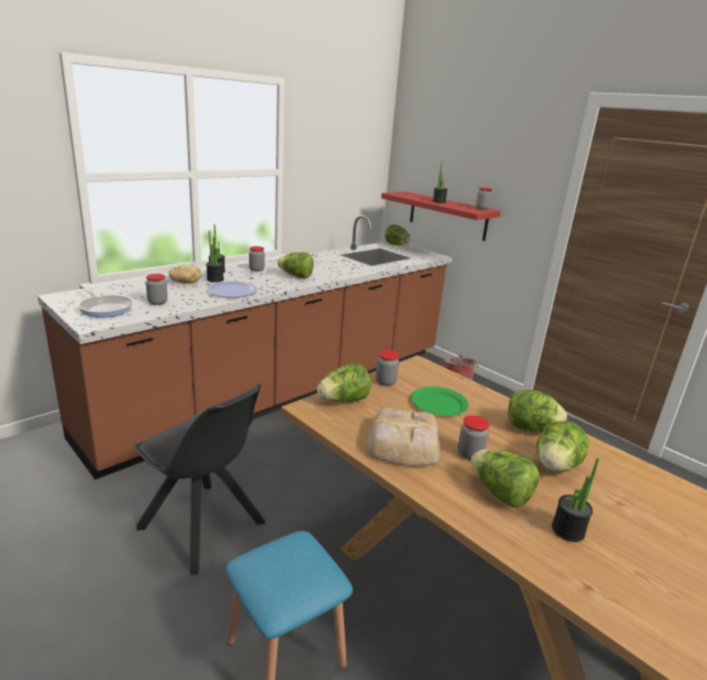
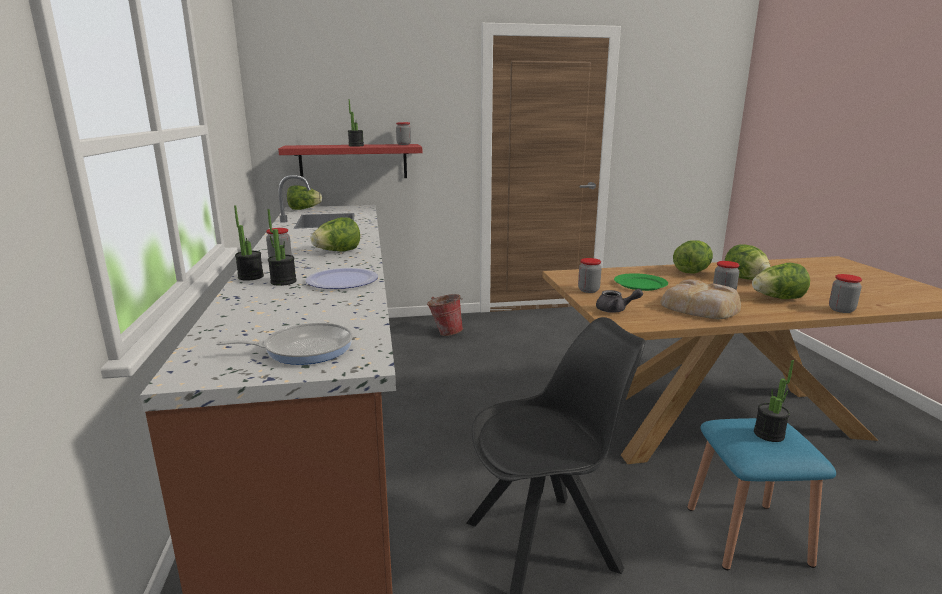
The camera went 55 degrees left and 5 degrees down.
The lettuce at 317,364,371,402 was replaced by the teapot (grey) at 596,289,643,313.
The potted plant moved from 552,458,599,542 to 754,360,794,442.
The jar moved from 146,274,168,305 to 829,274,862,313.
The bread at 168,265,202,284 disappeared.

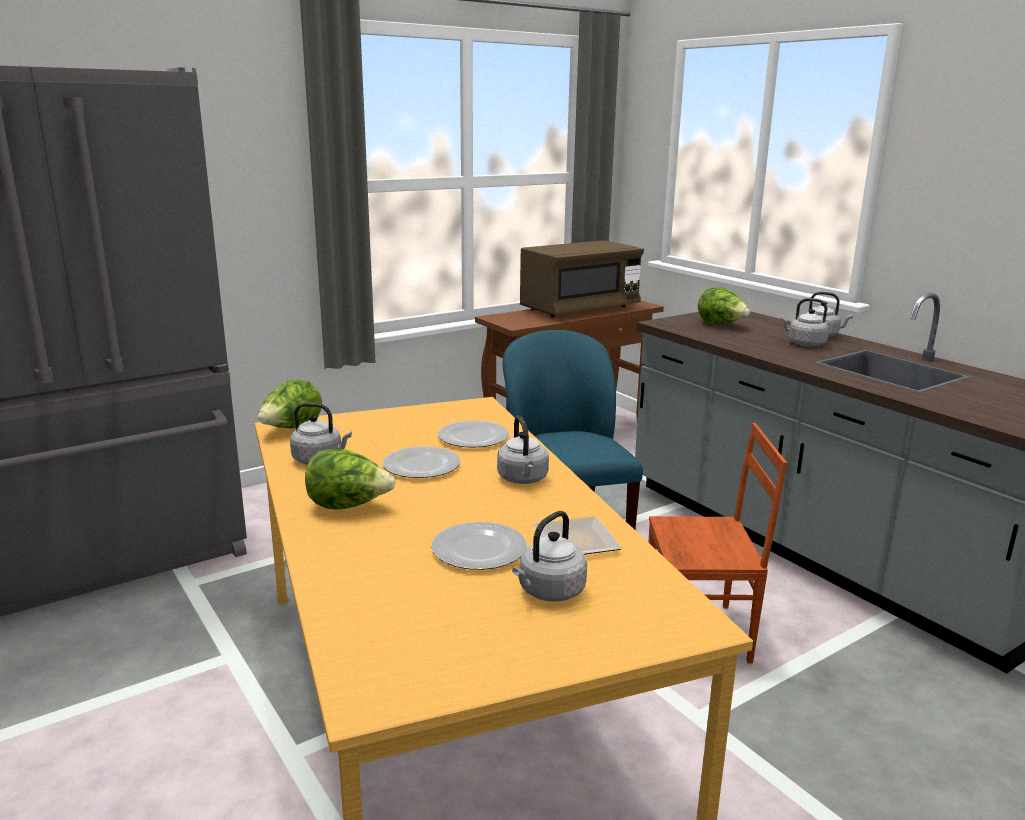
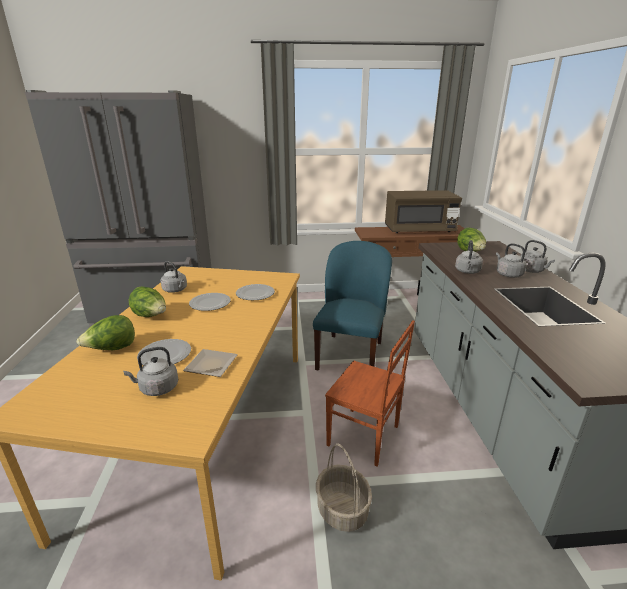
The camera went 30 degrees right and 5 degrees up.
The lettuce moved from 257,379,322,428 to 77,315,135,350.
The basket at 316,443,372,532 appeared.
The kettle (grey) moved from 497,416,549,484 to 455,240,483,274.

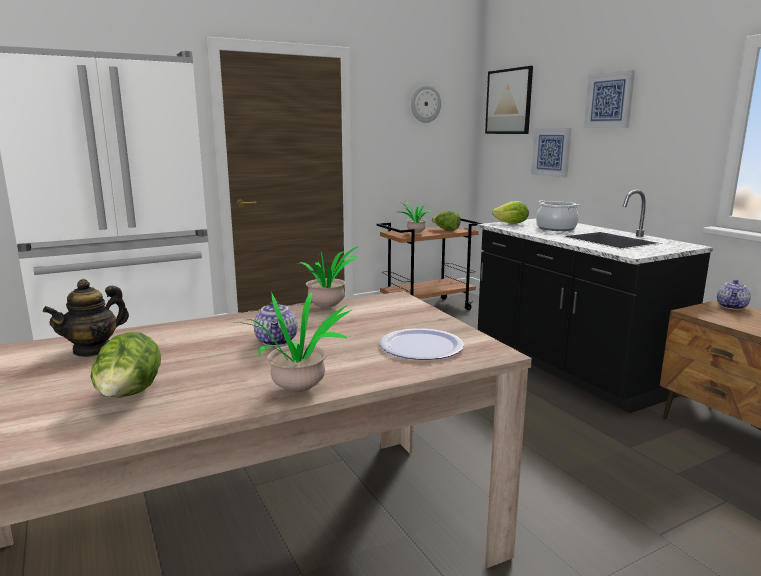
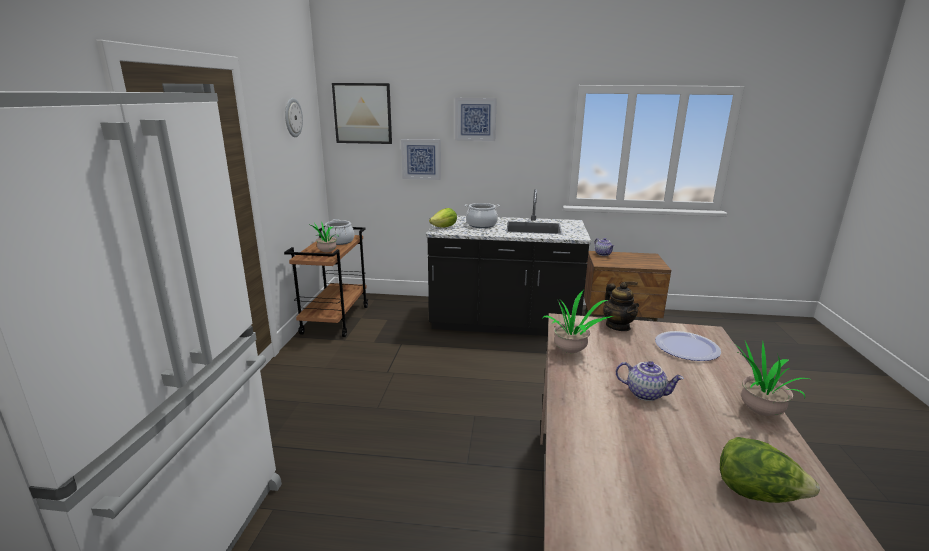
The camera went 55 degrees left and 5 degrees up.
The lettuce at 432,210,461,231 was replaced by the cooking pot at 323,219,354,245.
The teapot moved from 43,279,129,357 to 603,282,639,331.

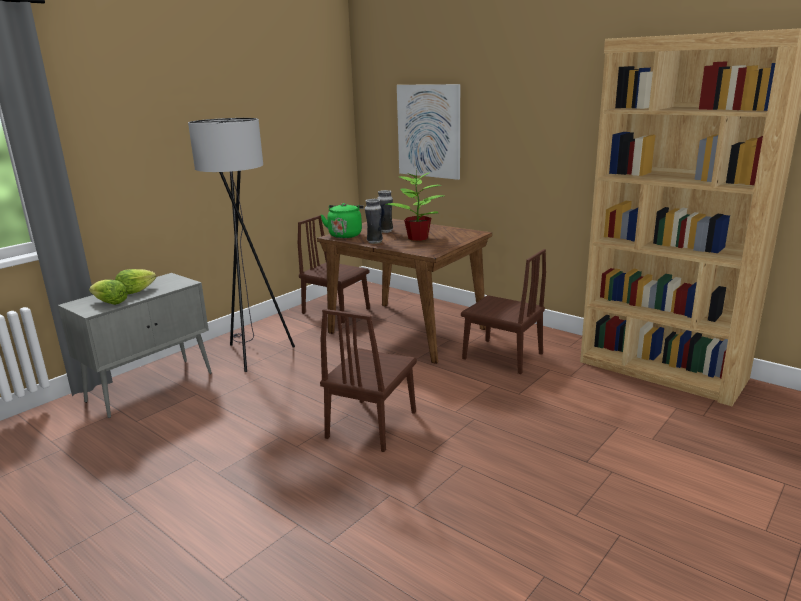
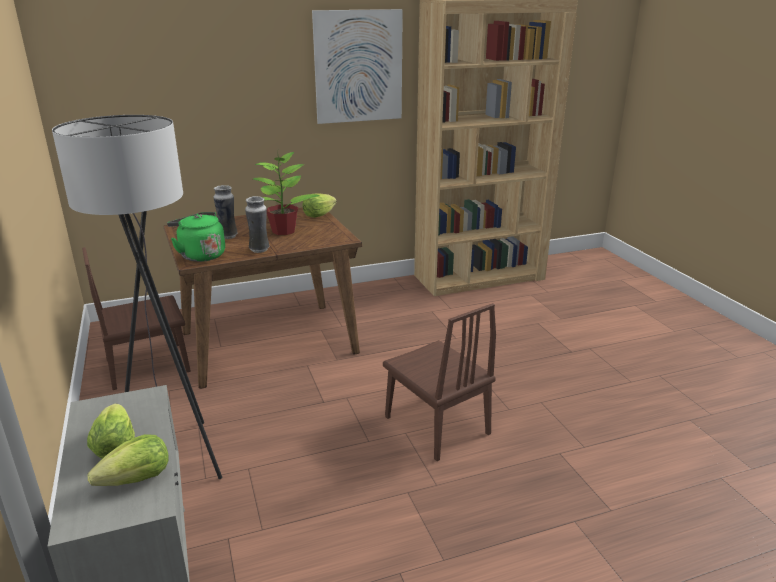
The camera went 60 degrees left and 5 degrees up.
The lettuce at 302,193,337,218 appeared.
The picture moved from 397,84,460,180 to 312,9,403,124.
The chair (brown) at 461,249,546,374 disappeared.

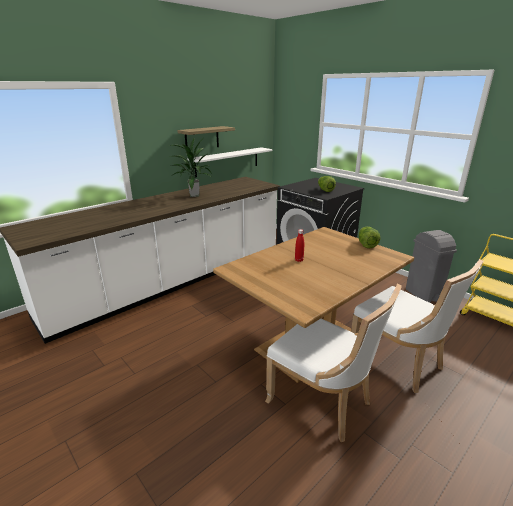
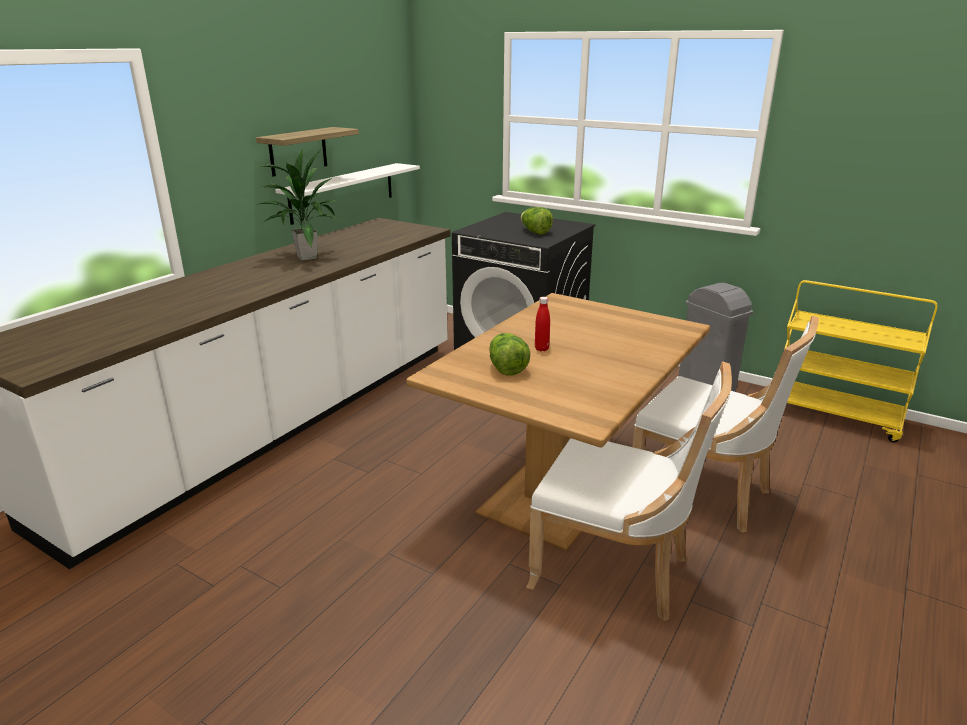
The camera went 15 degrees left and 0 degrees up.
The lettuce moved from 359,227,381,248 to 489,333,530,376.

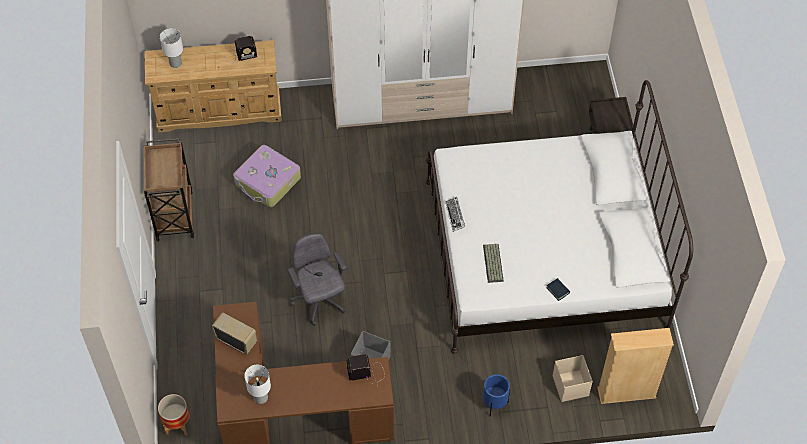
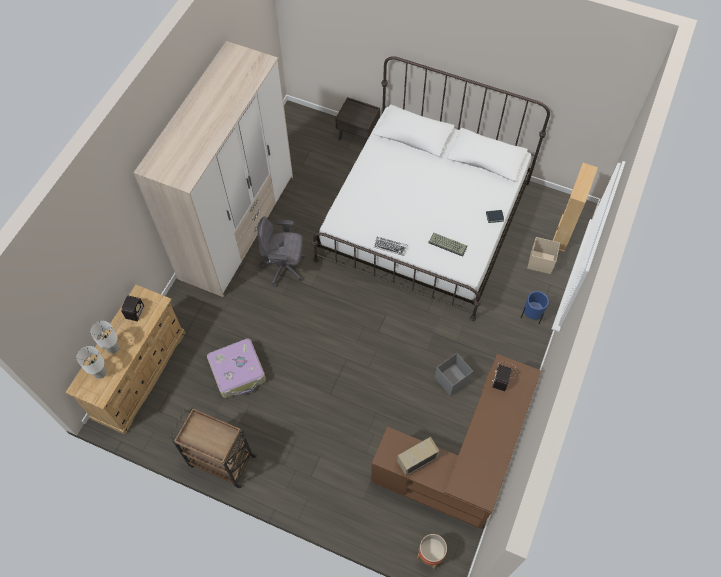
The camera went 60 degrees left and 5 degrees up.
The table lamp (white) moved from 244,365,271,404 to 90,321,119,354.
The office chair (grey) moved from 288,233,347,326 to 258,216,305,287.

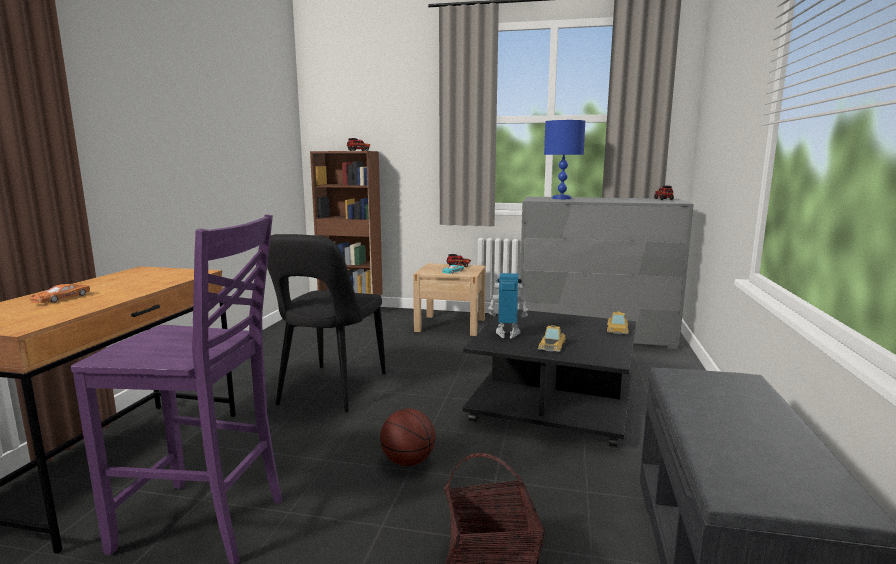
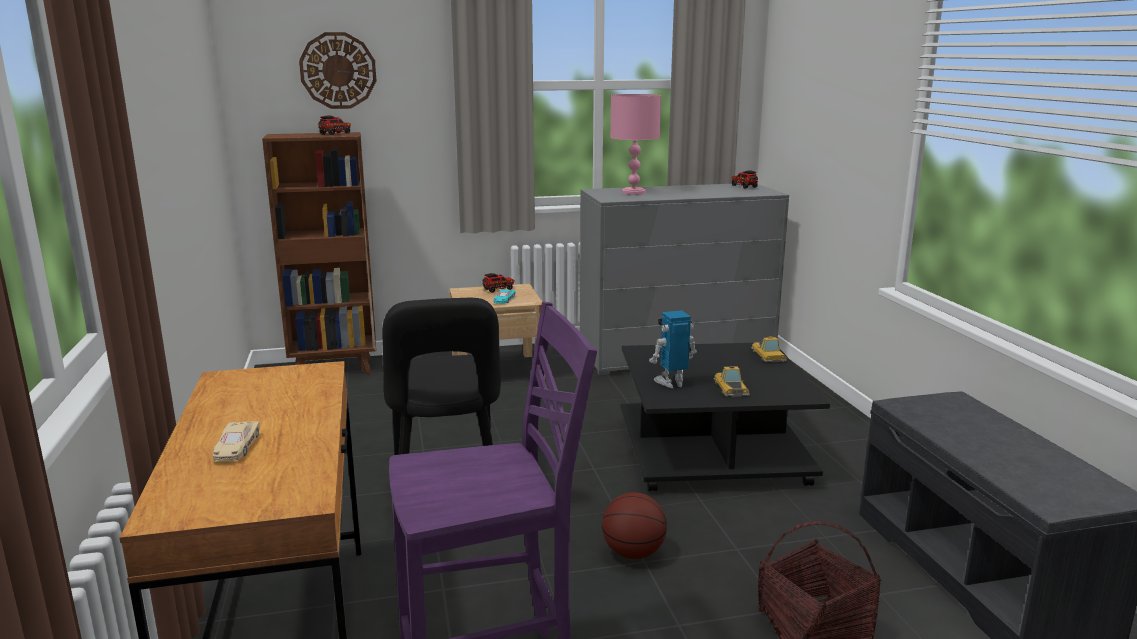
The camera went 25 degrees left and 5 degrees up.
The toy car (orange) at 30,284,90,303 became the toy car (beige) at 213,421,260,462.
The wall clock at 299,32,376,109 appeared.
The table lamp (blue) at 544,120,585,199 became the table lamp (pink) at 610,94,661,195.

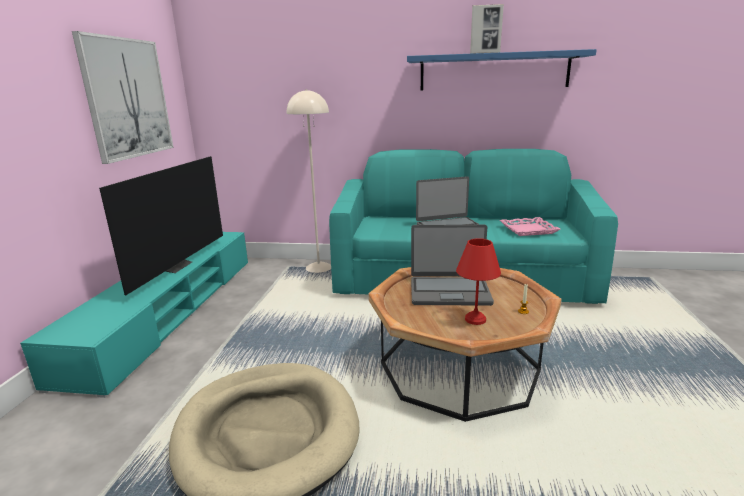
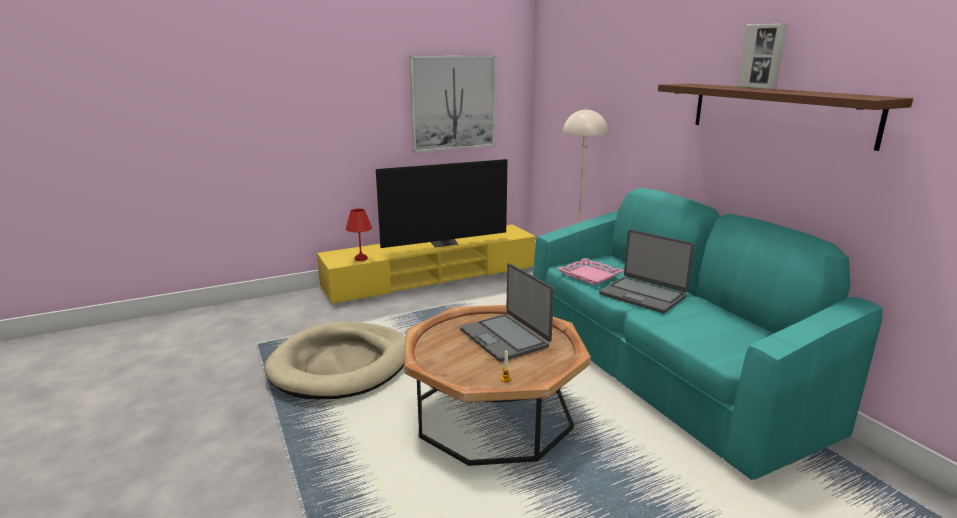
The camera went 55 degrees right and 0 degrees up.
The tv stand (turquoise) at 20,232,248,398 became the tv stand (yellow) at 317,224,535,305.
The table lamp (red) moved from 456,238,501,325 to 346,209,372,261.
The tray (pink) moved from 500,217,560,236 to 557,258,624,285.
The shelf (blue) at 407,49,597,91 became the shelf (brown) at 658,83,913,151.

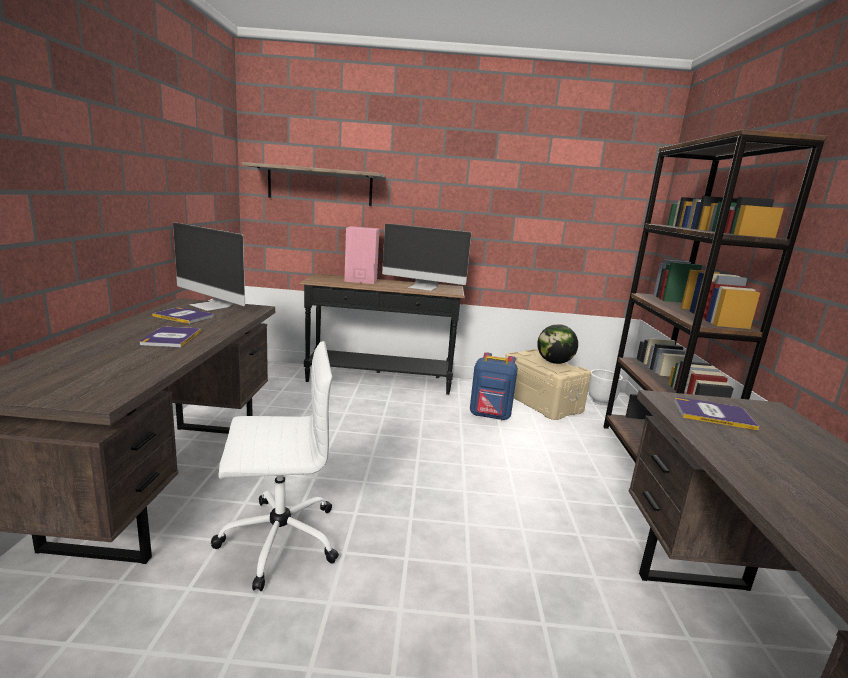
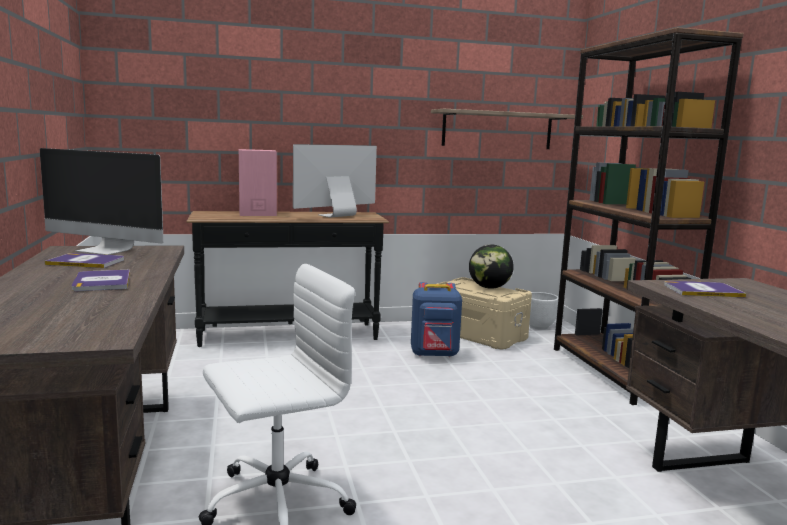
The camera went 15 degrees left and 5 degrees down.
The monitor at 382,223,471,291 turned 135 degrees clockwise.
The shelf moved from 242,162,385,206 to 431,109,583,149.

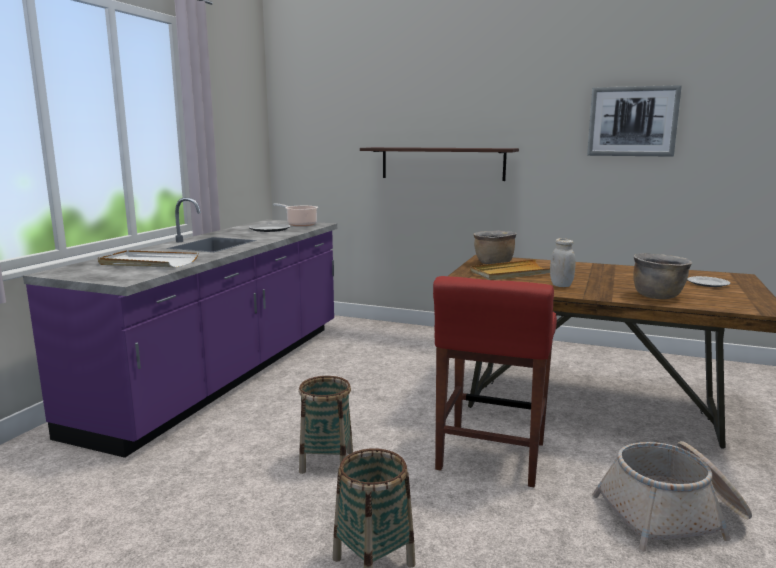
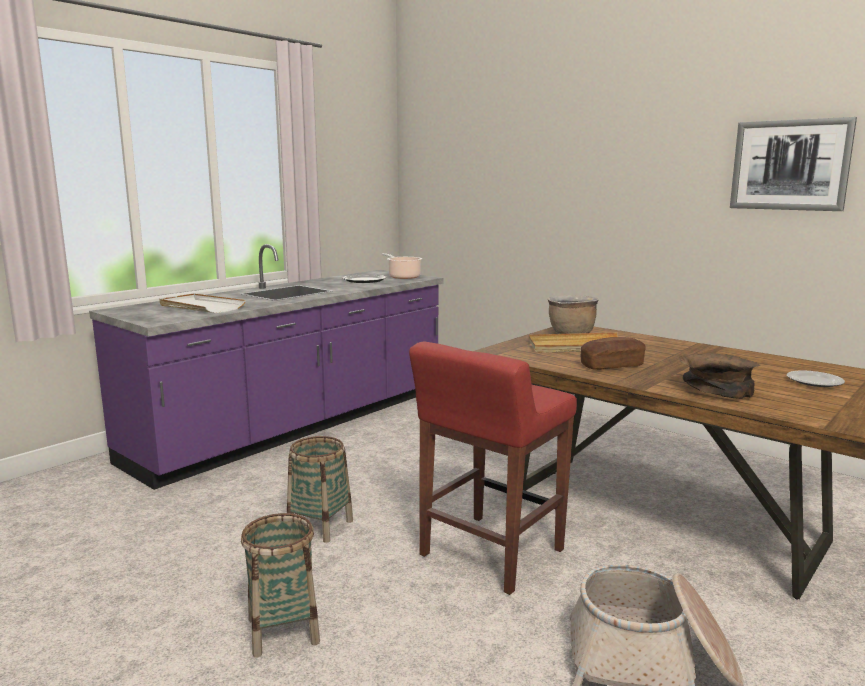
The camera went 20 degrees right and 0 degrees up.
The jar (white) at 550,238,575,287 was replaced by the bread at 580,337,646,370.
The cooking pot (brown) at 633,253,692,299 was replaced by the bowl (brown) at 679,353,761,399.
The shelf at 360,147,519,181 disappeared.

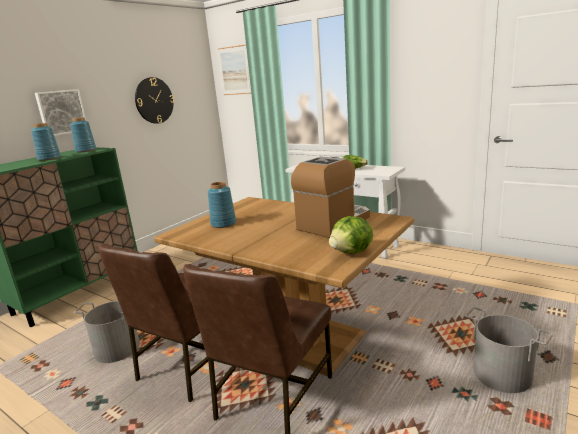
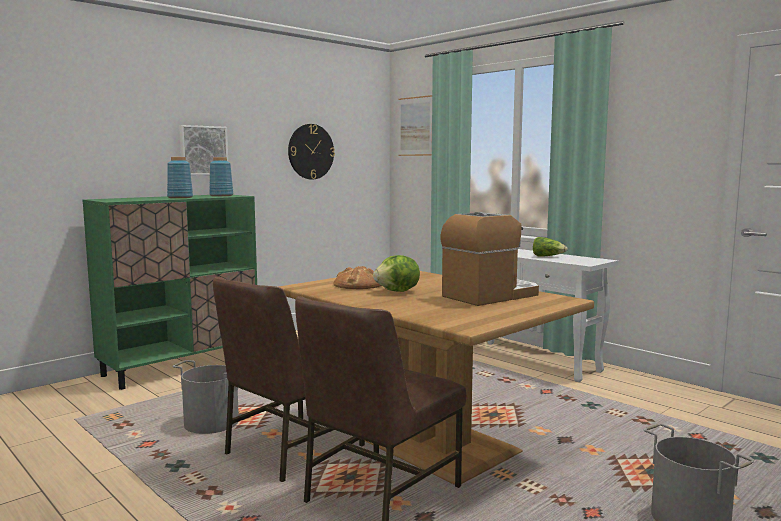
The camera went 10 degrees right and 10 degrees down.
The vase (blue) at 208,182,236,228 was replaced by the bread at 334,266,382,289.
The lettuce moved from 329,216,373,254 to 373,255,420,292.

